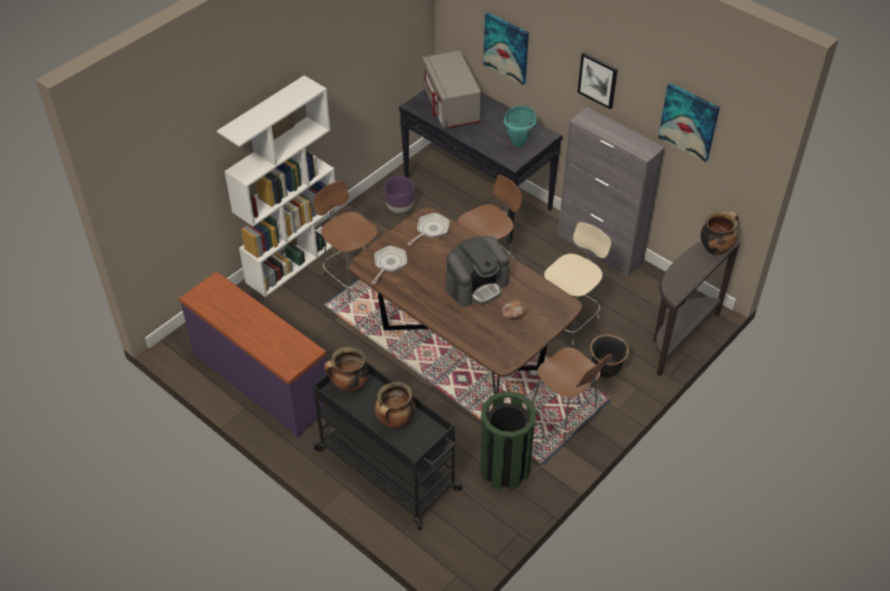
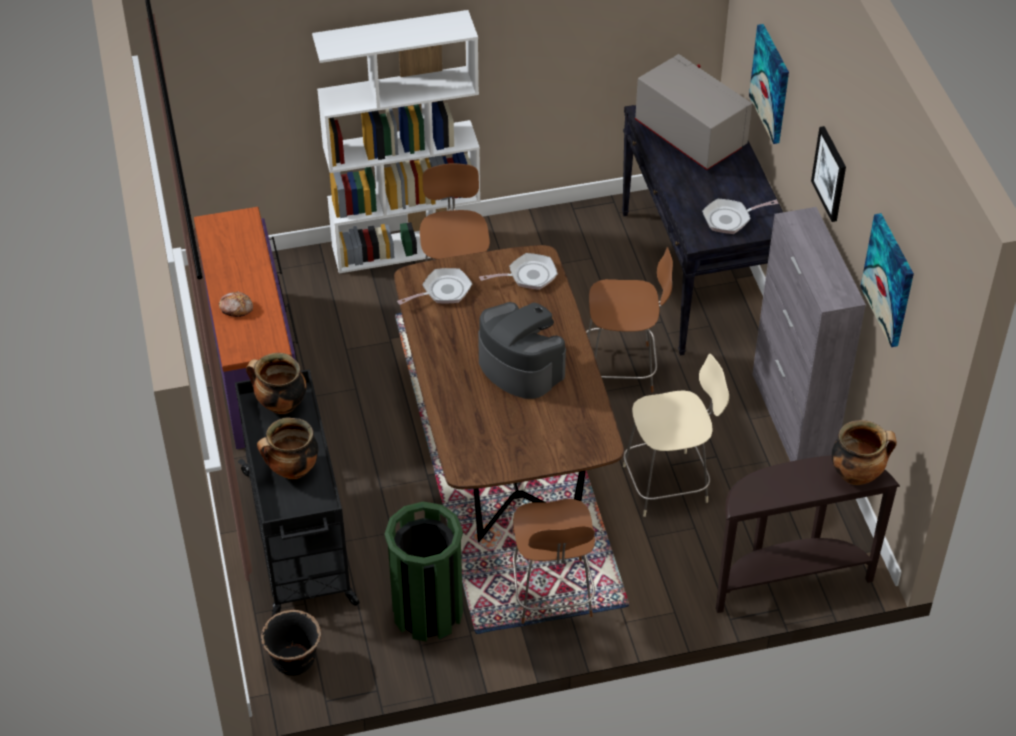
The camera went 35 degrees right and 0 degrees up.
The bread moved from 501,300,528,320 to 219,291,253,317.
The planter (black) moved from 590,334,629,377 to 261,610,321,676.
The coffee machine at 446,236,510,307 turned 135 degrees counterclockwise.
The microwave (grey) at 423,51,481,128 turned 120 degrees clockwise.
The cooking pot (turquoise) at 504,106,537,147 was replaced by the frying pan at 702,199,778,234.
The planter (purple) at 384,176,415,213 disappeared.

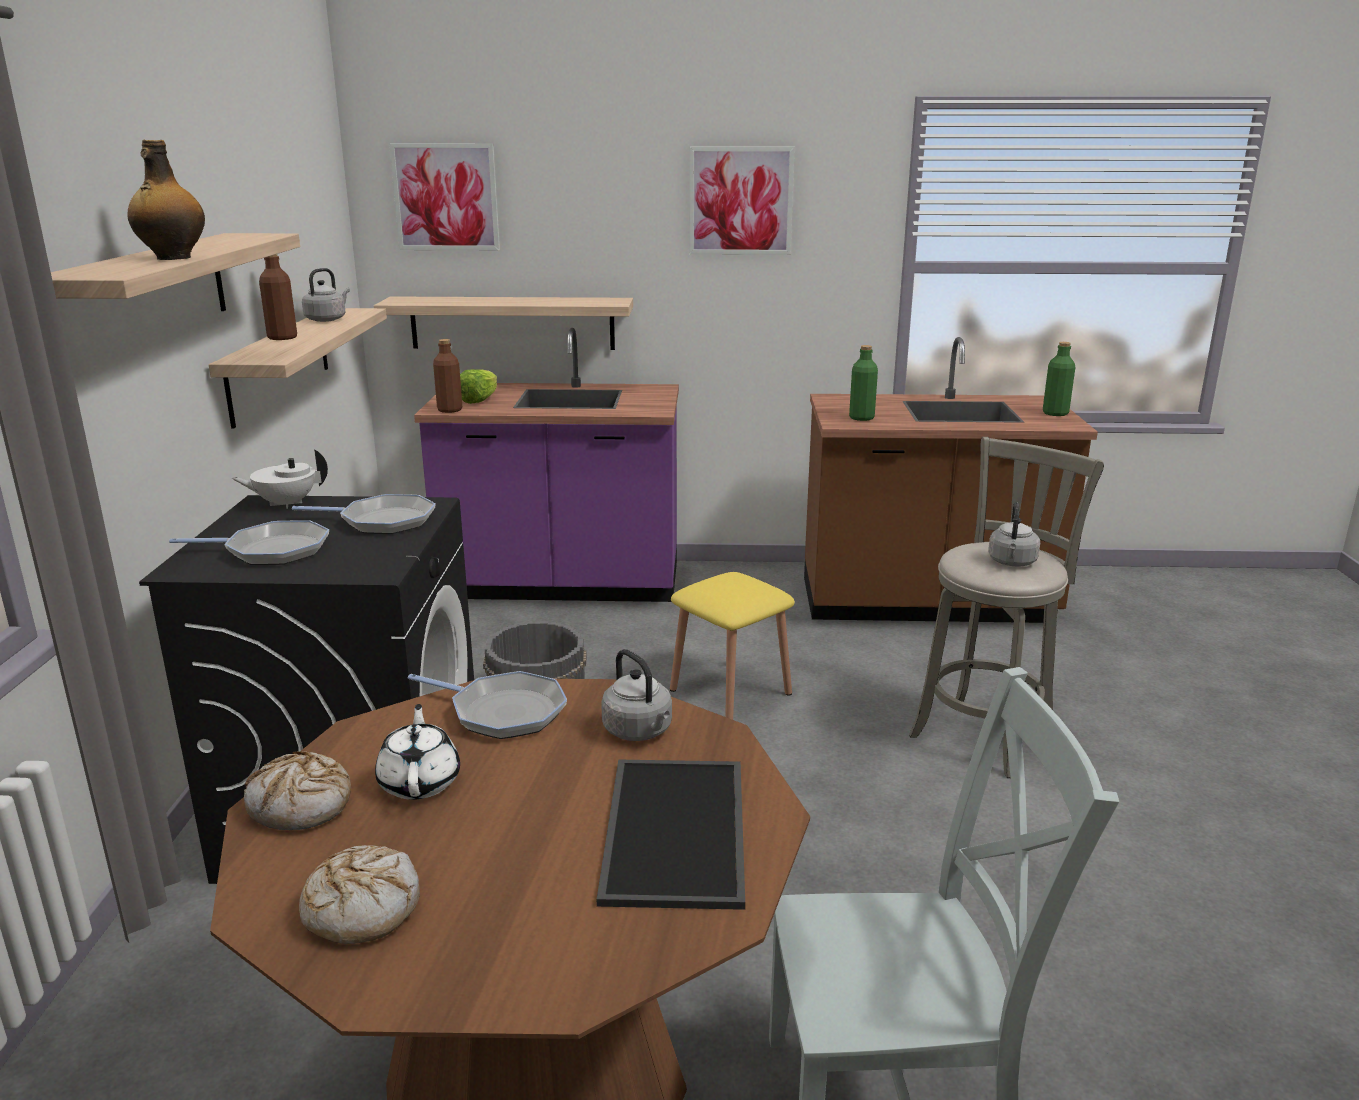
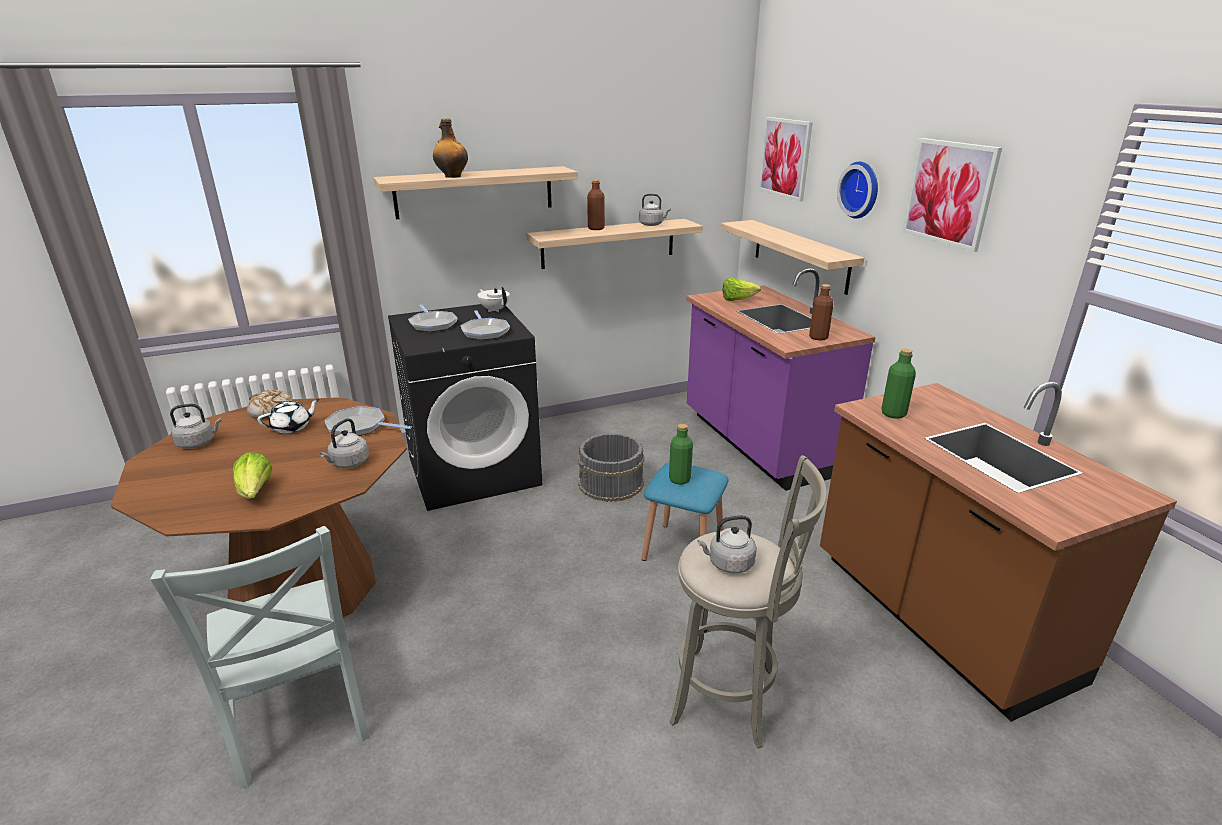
The camera went 65 degrees right and 5 degrees up.
The bread at 299,845,420,944 was replaced by the kettle (grey) at 170,404,221,449.
The tray at 597,760,745,910 was replaced by the lettuce at 233,452,273,499.
The frying pan at 408,671,567,739 turned 105 degrees clockwise.
The stool (yellow) at 670,572,795,720 became the stool (blue) at 642,462,729,561.
The bottle (green) moved from 1043,342,1075,416 to 669,424,693,485.
The bottle (brown) moved from 433,339,462,413 to 809,284,834,341.
The wall clock at 837,161,878,219 appeared.

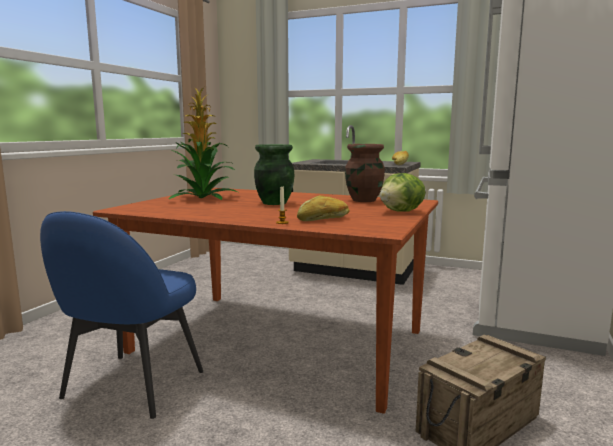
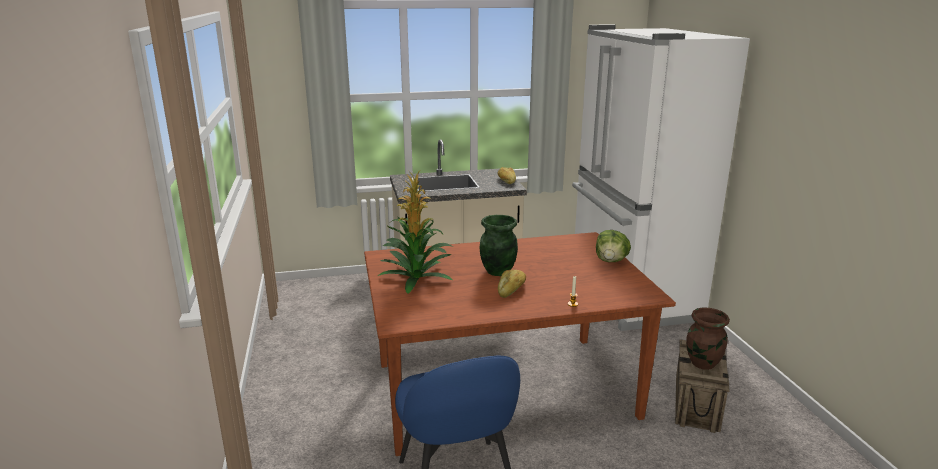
The camera went 35 degrees left and 10 degrees up.
The bread moved from 297,195,350,221 to 498,269,526,298.
The vase (brown) moved from 345,144,385,202 to 686,307,730,370.

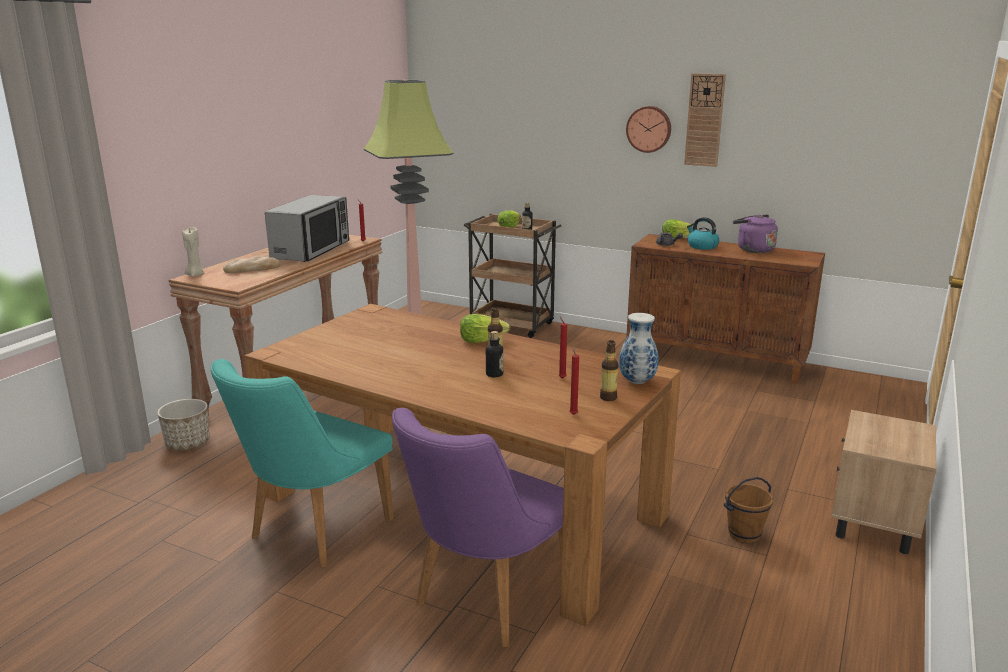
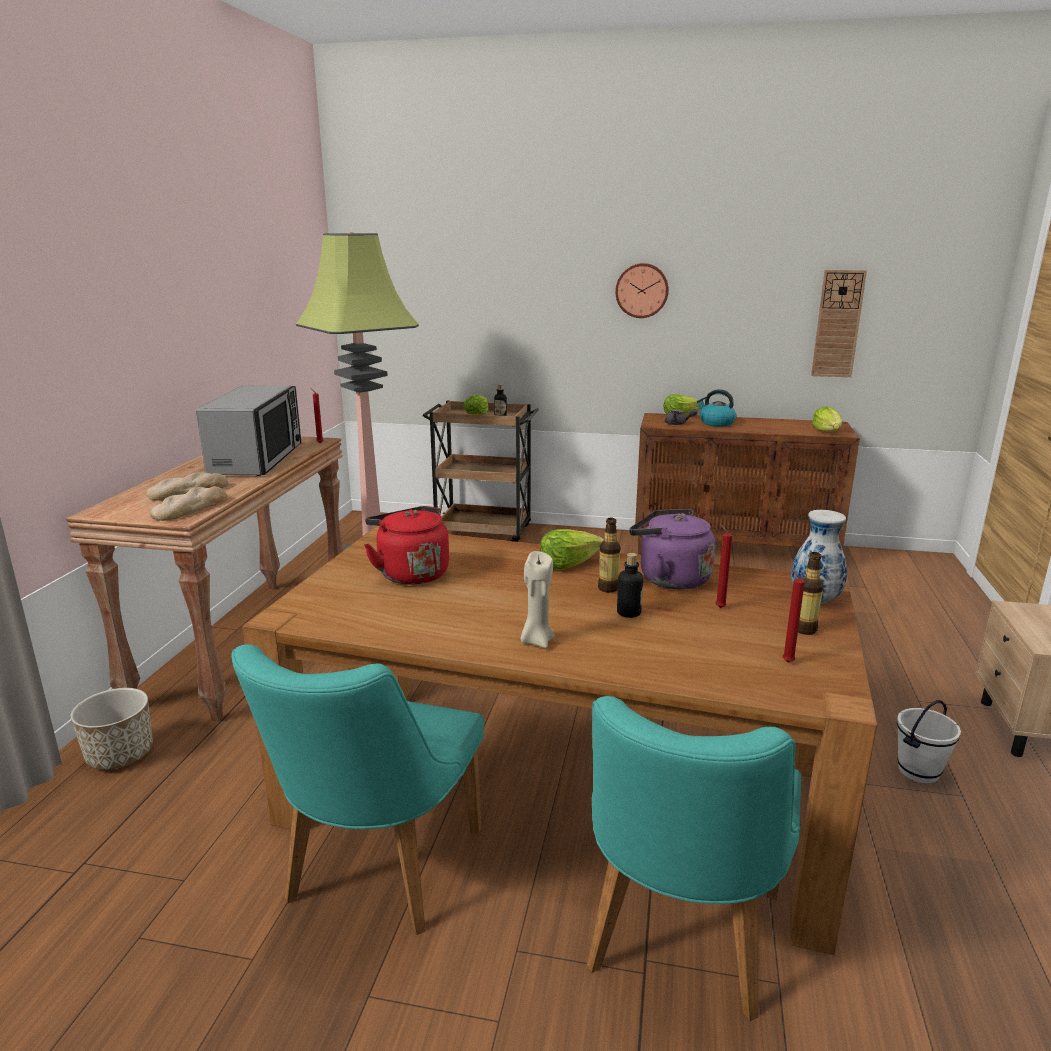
The camera went 15 degrees left and 0 degrees up.
The bread at 150,486,227,521 appeared.
The kettle (red) at 364,506,449,585 appeared.
The candle (beige) moved from 182,227,204,277 to 521,551,554,648.
The chair (purple) at 392,408,564,648 became the chair (turquoise) at 586,696,801,1021.
The kettle (purple) moved from 733,215,778,253 to 629,509,715,590.
The wall clock moved from 684,73,726,167 to 811,270,867,377.
The lettuce at 812,406,842,432 appeared.
The bucket (brown) at 724,477,773,543 became the bucket (white) at 897,700,961,783.

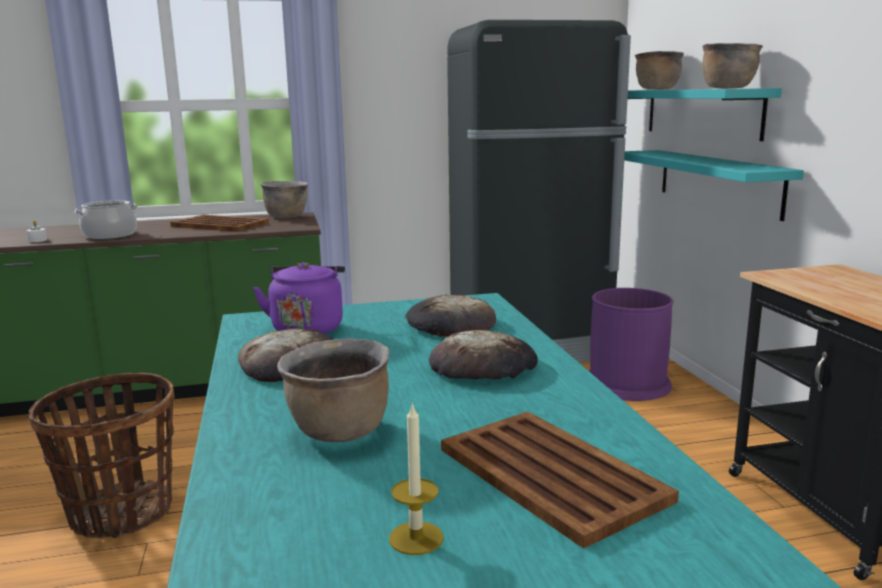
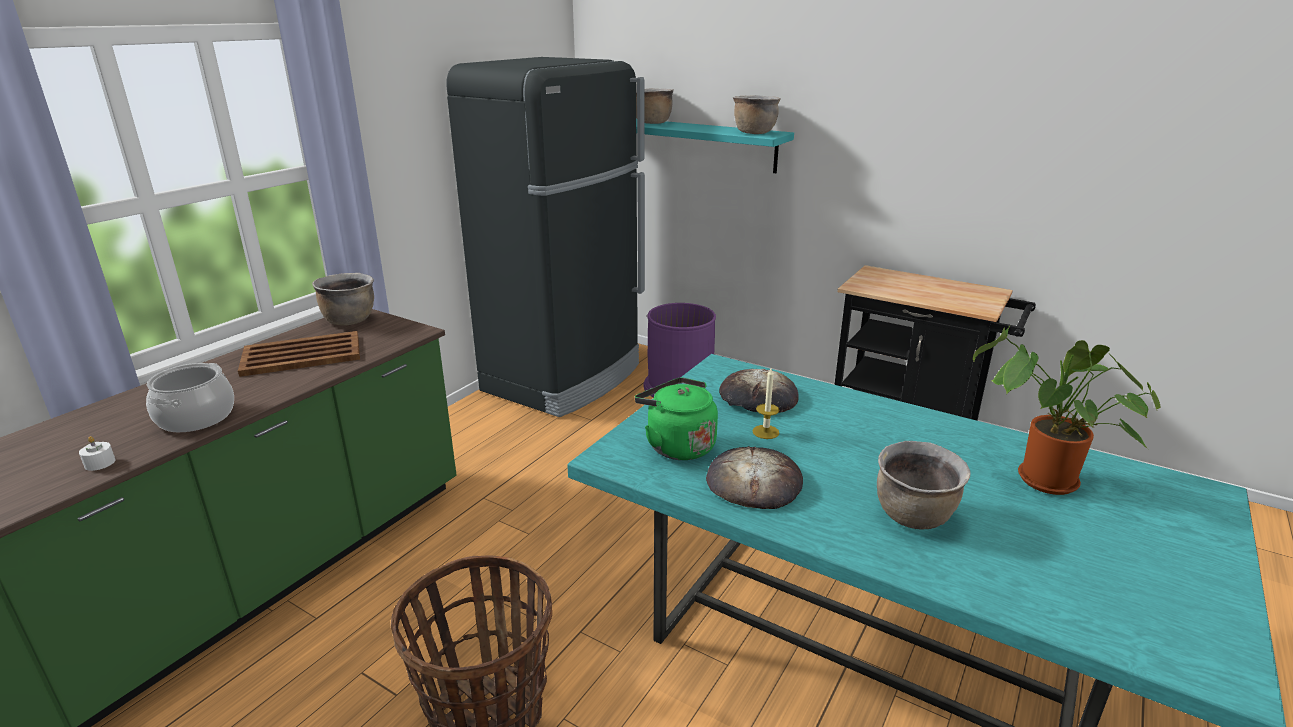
The camera went 45 degrees left and 10 degrees up.
The kettle (purple) at 253,262,345,334 became the kettle (green) at 635,377,718,460.
The candle moved from 389,402,443,555 to 753,368,779,439.
The tray (brown) at 441,411,679,549 was replaced by the potted plant at 973,325,1160,495.
The bread at 429,330,538,380 disappeared.
The shelf (turquoise) at 624,150,804,221 disappeared.

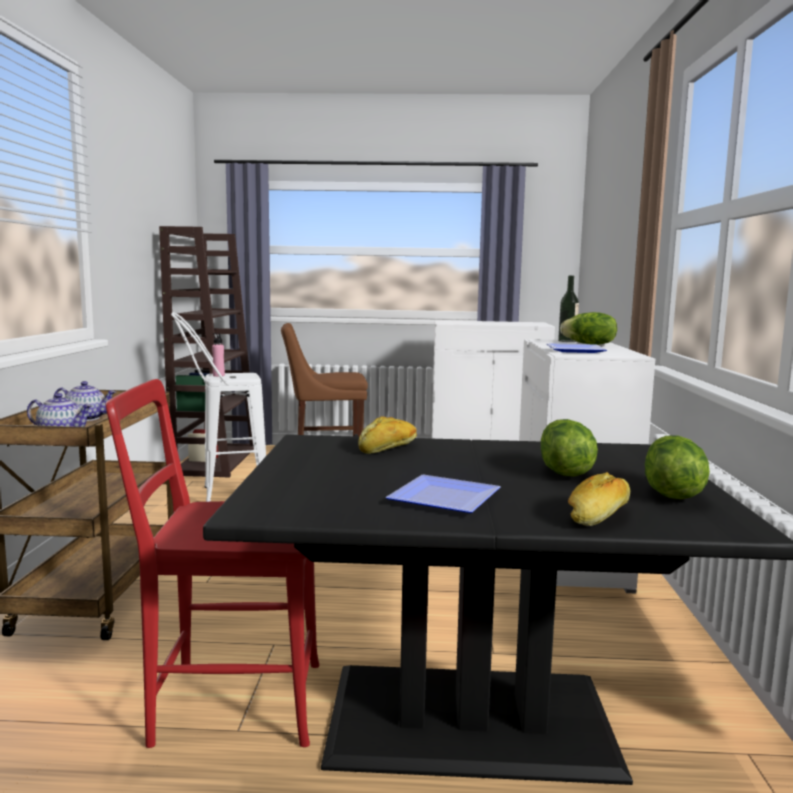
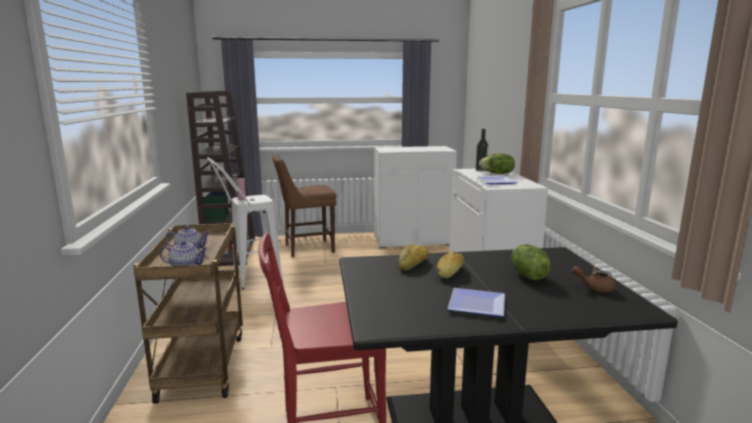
The camera went 10 degrees left and 5 degrees up.
The bread moved from 568,472,630,526 to 436,251,464,278.
The lettuce at 645,435,710,499 was replaced by the teapot (brown) at 572,266,616,292.

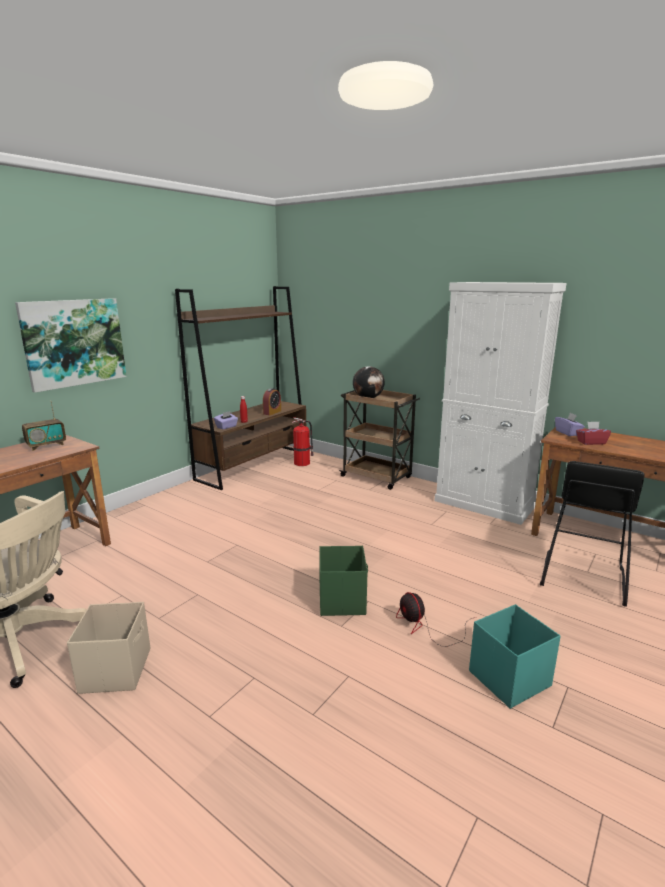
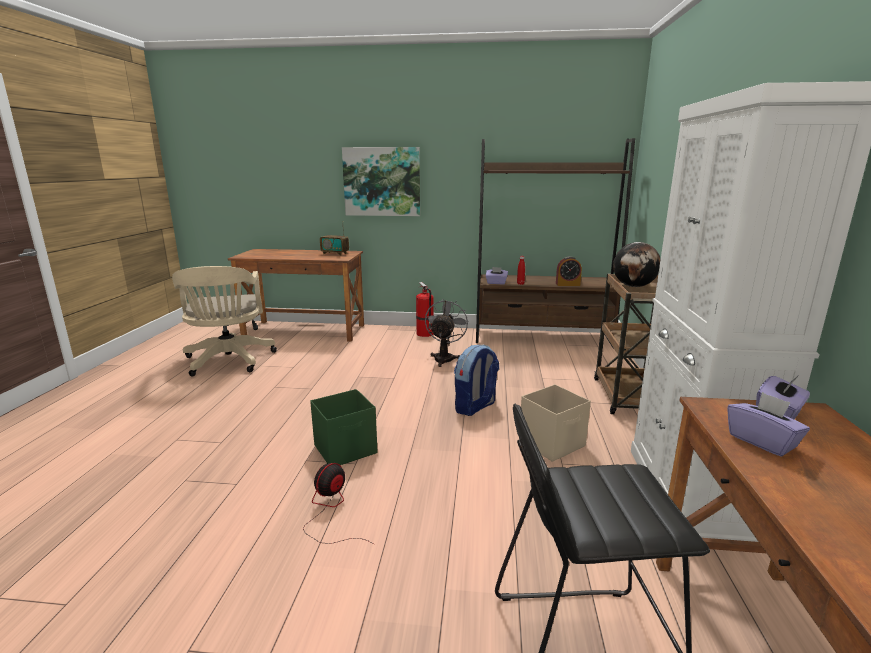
The camera went 60 degrees right and 0 degrees up.
The fire extinguisher moved from 292,417,314,466 to 416,282,434,337.
The fan (grey) at 425,299,469,367 appeared.
The backpack at 454,344,499,416 appeared.
The storage box (beige) moved from 67,602,150,694 to 519,384,591,462.
The tissue box (red) at 576,422,611,445 became the tissue box (purple) at 727,392,810,457.
The storage box (turquoise) at 469,604,561,709 disappeared.

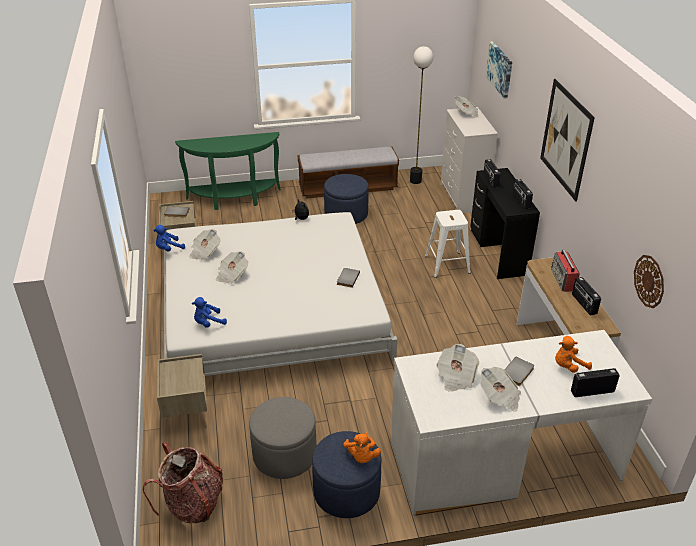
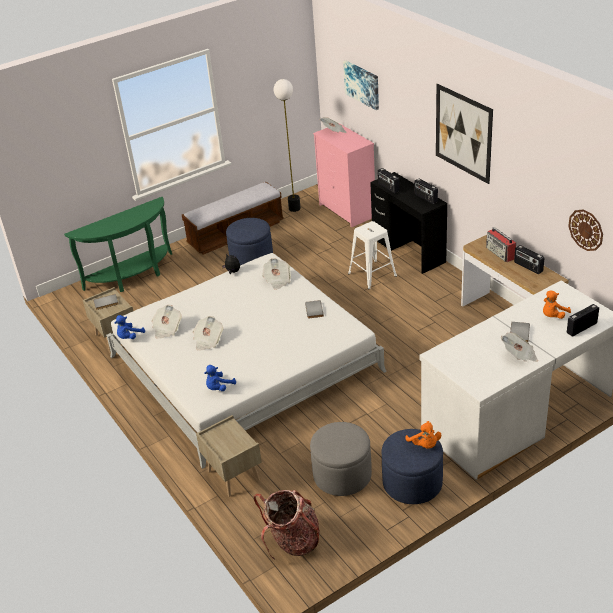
The camera went 20 degrees left and 0 degrees up.
The newspaper moved from 437,344,479,392 to 262,258,291,290.
The dresser (white) at 441,107,498,213 became the dresser (pink) at 313,123,375,227.

